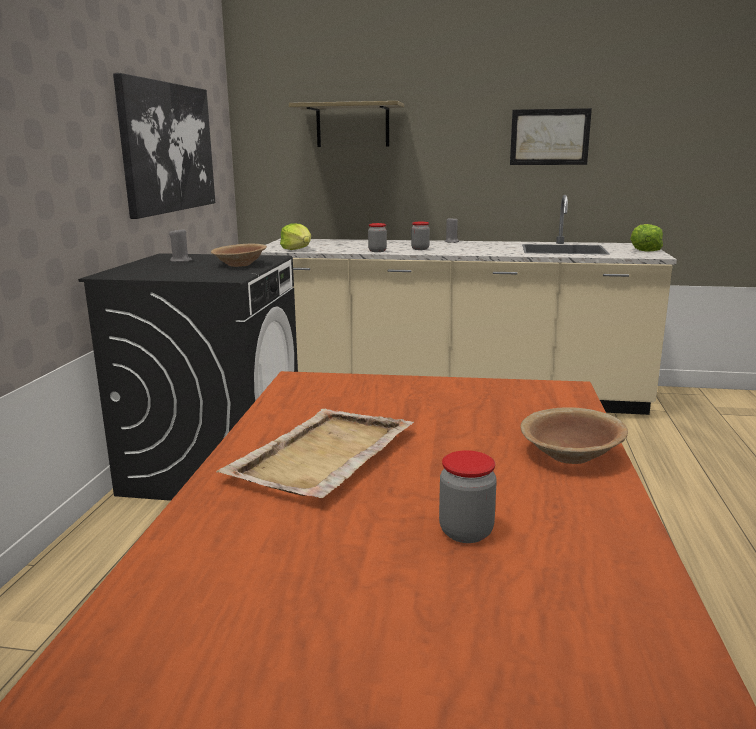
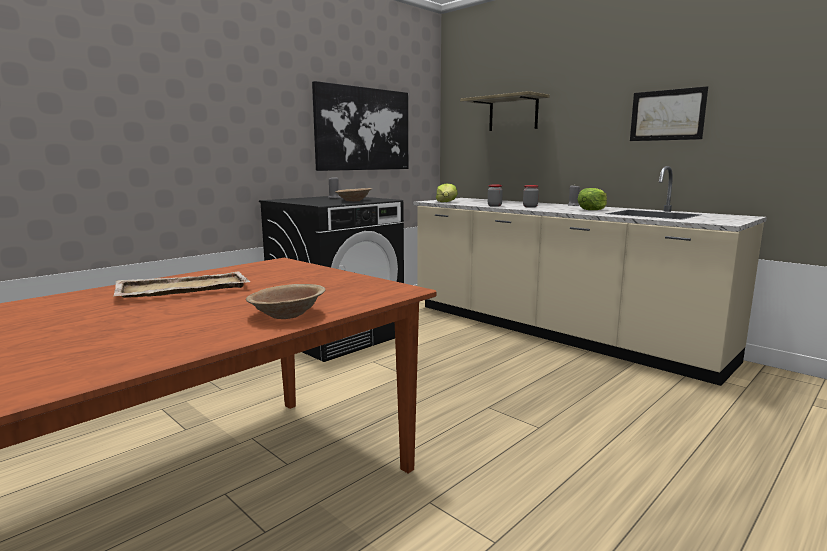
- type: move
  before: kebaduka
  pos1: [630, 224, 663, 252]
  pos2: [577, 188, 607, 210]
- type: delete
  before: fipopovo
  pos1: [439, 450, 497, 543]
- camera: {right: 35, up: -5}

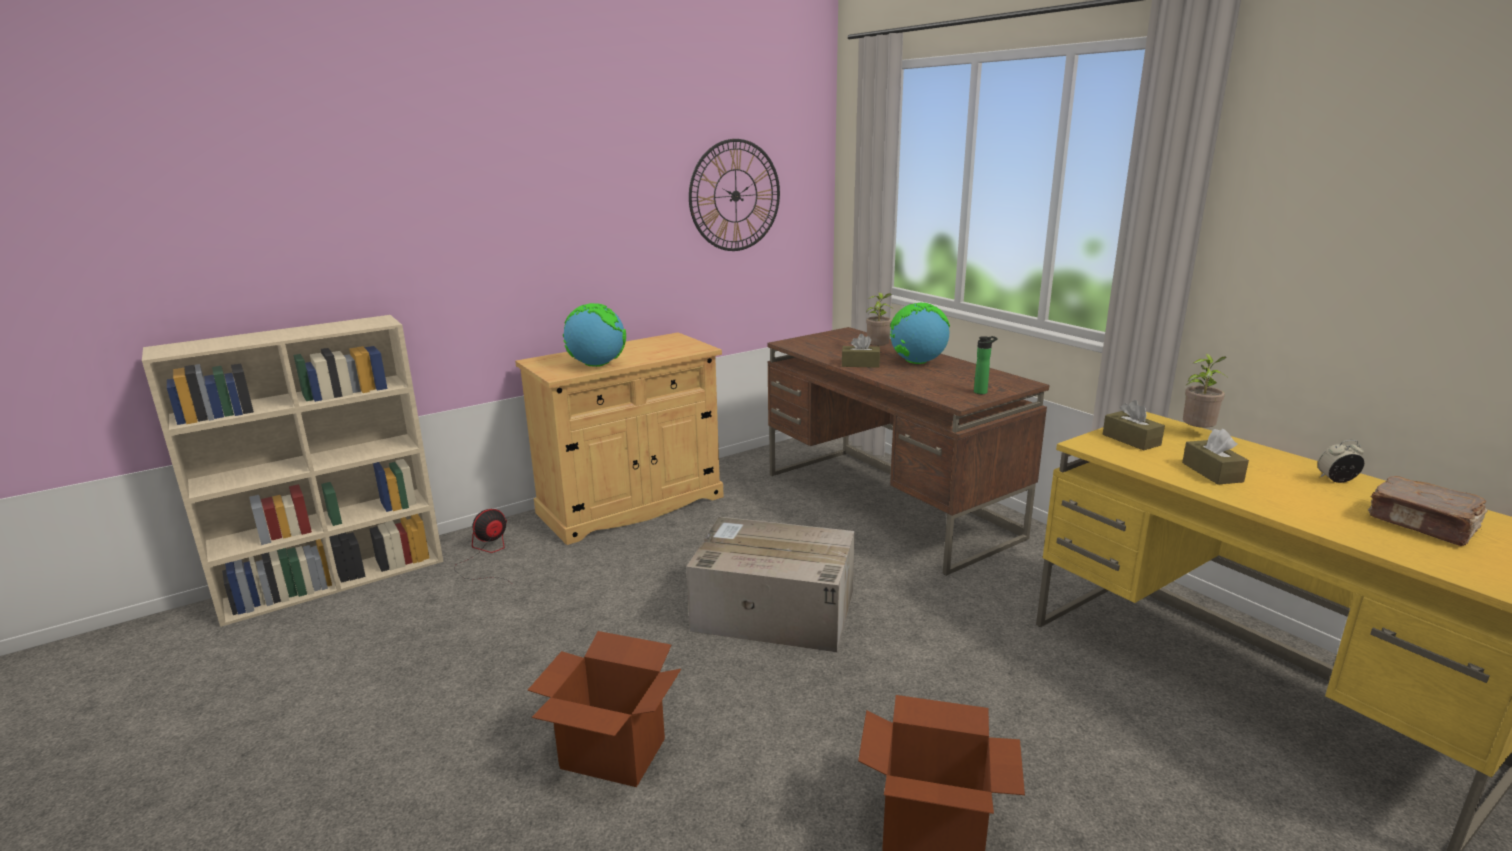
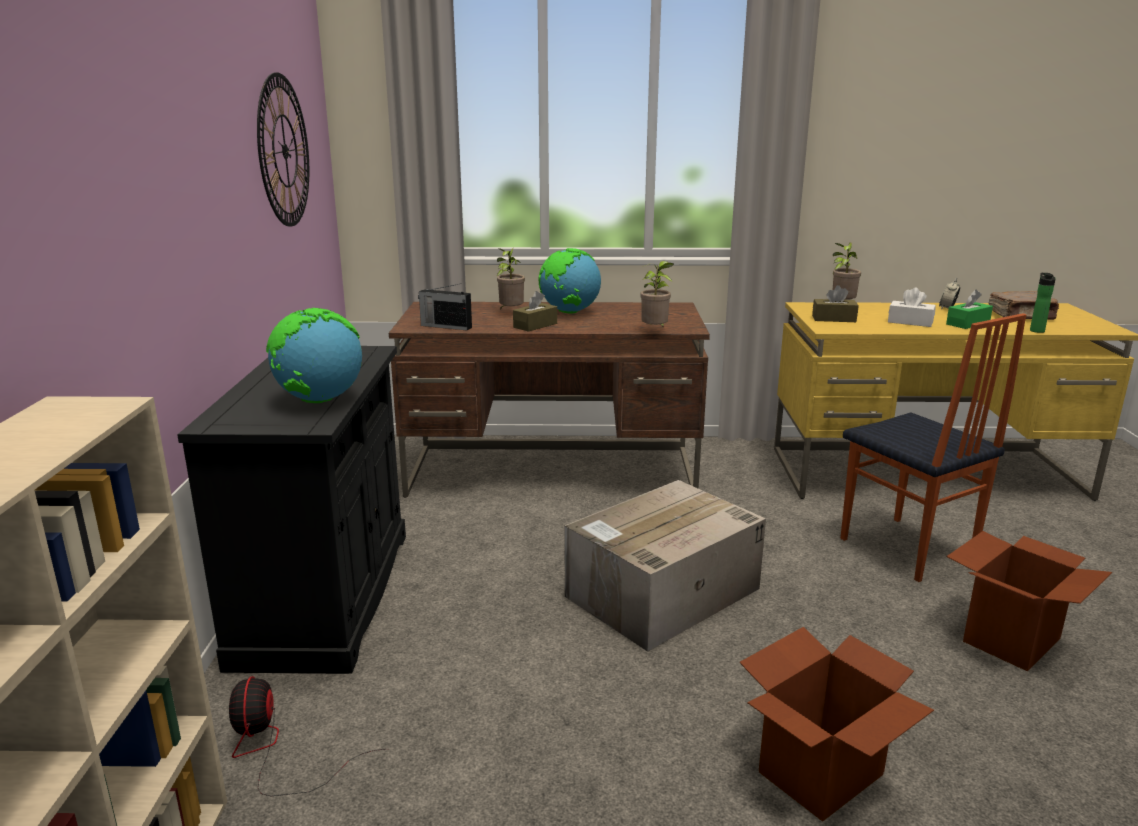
- type: recolor
  before: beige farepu
  after: black farepu
  pos1: [515, 332, 724, 545]
  pos2: [177, 346, 406, 674]
- type: move
  before: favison
  pos1: [974, 336, 998, 394]
  pos2: [1030, 273, 1056, 333]
- type: recolor
  before: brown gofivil
  after: white gofivil
  pos1: [1182, 429, 1249, 485]
  pos2: [888, 287, 936, 327]
- type: insert
  after: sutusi
  pos2: [640, 261, 674, 326]
- type: insert
  after: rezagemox
  pos2: [418, 284, 472, 330]
- type: insert
  after: green gofivil
  pos2: [946, 289, 993, 329]
- type: insert
  after: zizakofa
  pos2: [841, 313, 1026, 582]
- camera: {right: -55, up: 0}

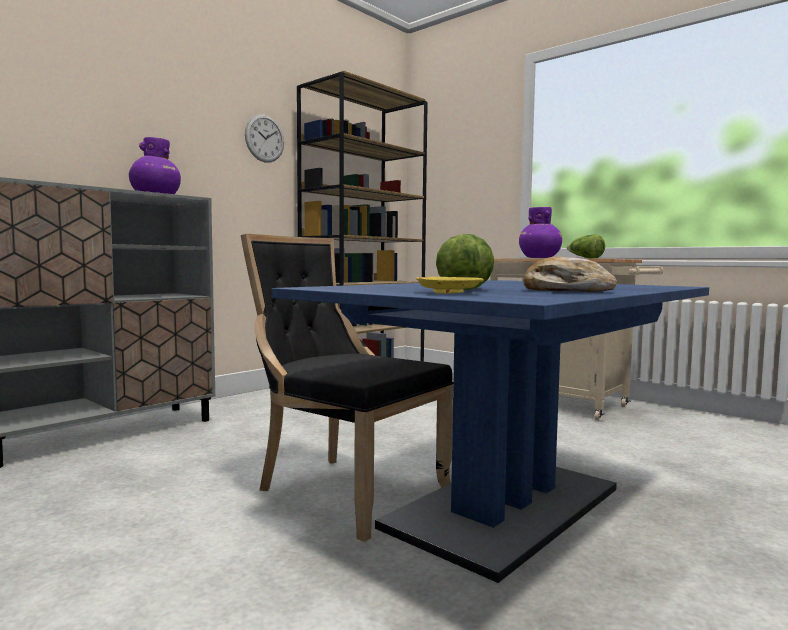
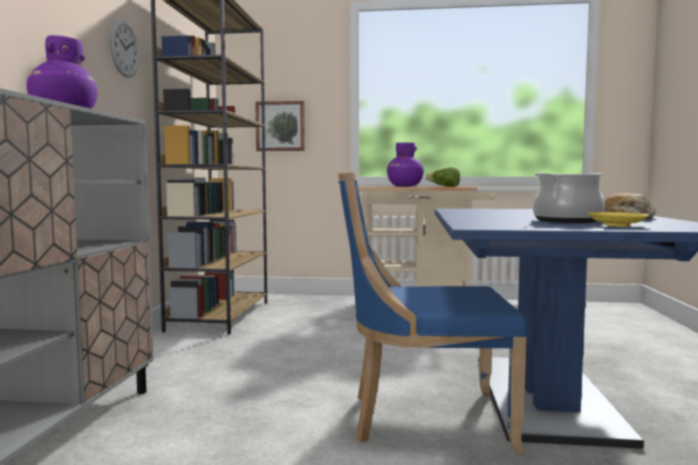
- type: recolor
  before: black zizakofa
  after: blue zizakofa
  pos1: [241, 234, 453, 542]
  pos2: [338, 172, 527, 454]
- type: replace
  before: kebaduka
  after: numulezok
  pos1: [436, 234, 494, 290]
  pos2: [533, 173, 605, 223]
- type: insert
  after: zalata
  pos2: [255, 101, 305, 151]
- camera: {right: -35, up: 0}

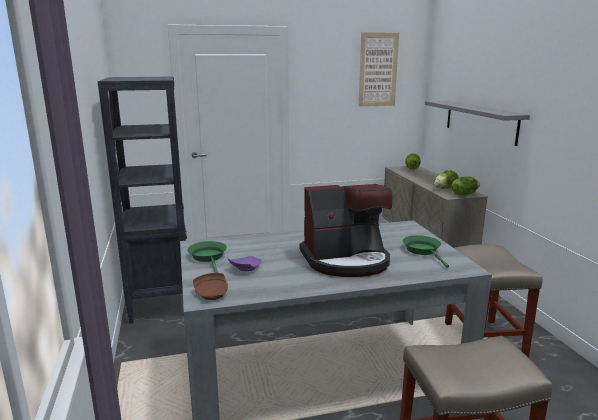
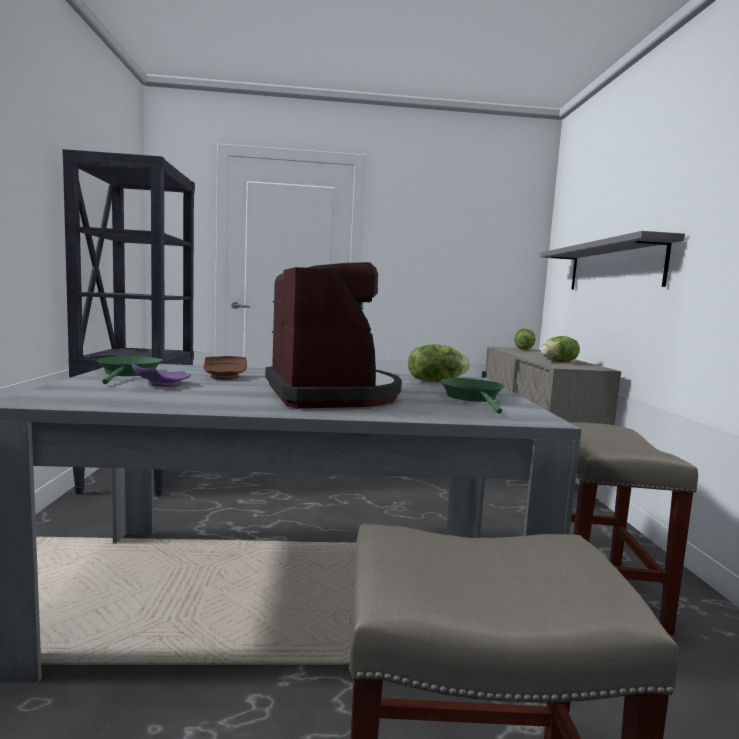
- type: delete
  before: zalata
  pos1: [359, 32, 399, 107]
- type: move
  before: kebaduka
  pos1: [451, 176, 480, 196]
  pos2: [408, 344, 470, 382]
- type: rotate
  before: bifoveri
  pos1: [300, 184, 393, 277]
  pos2: [265, 262, 402, 408]
  turn: -105
- type: move
  before: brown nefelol
  pos1: [193, 273, 228, 300]
  pos2: [203, 356, 247, 380]
- camera: {right: 10, up: -10}

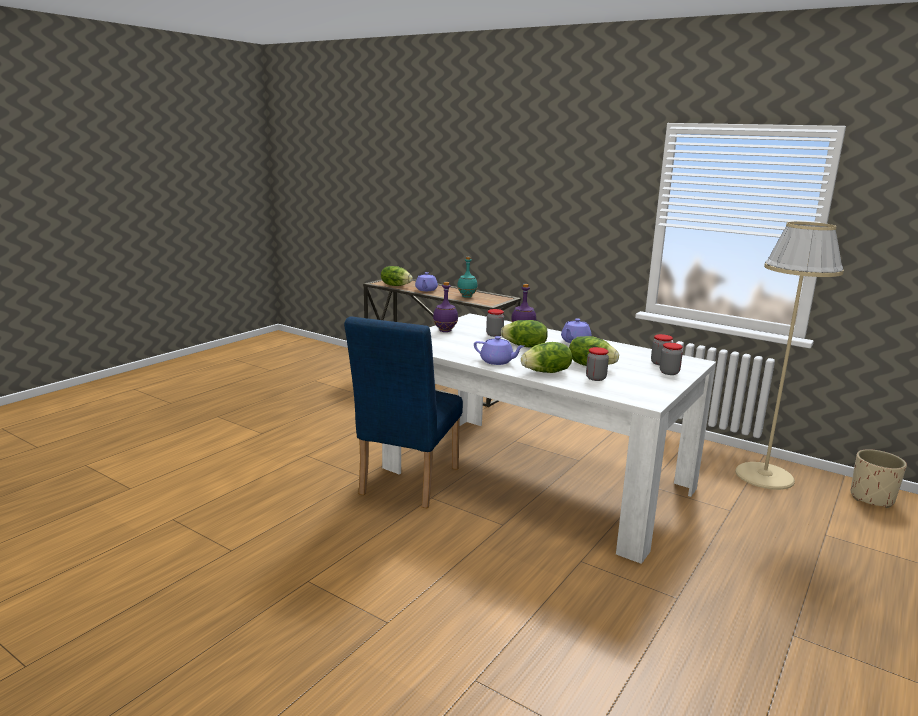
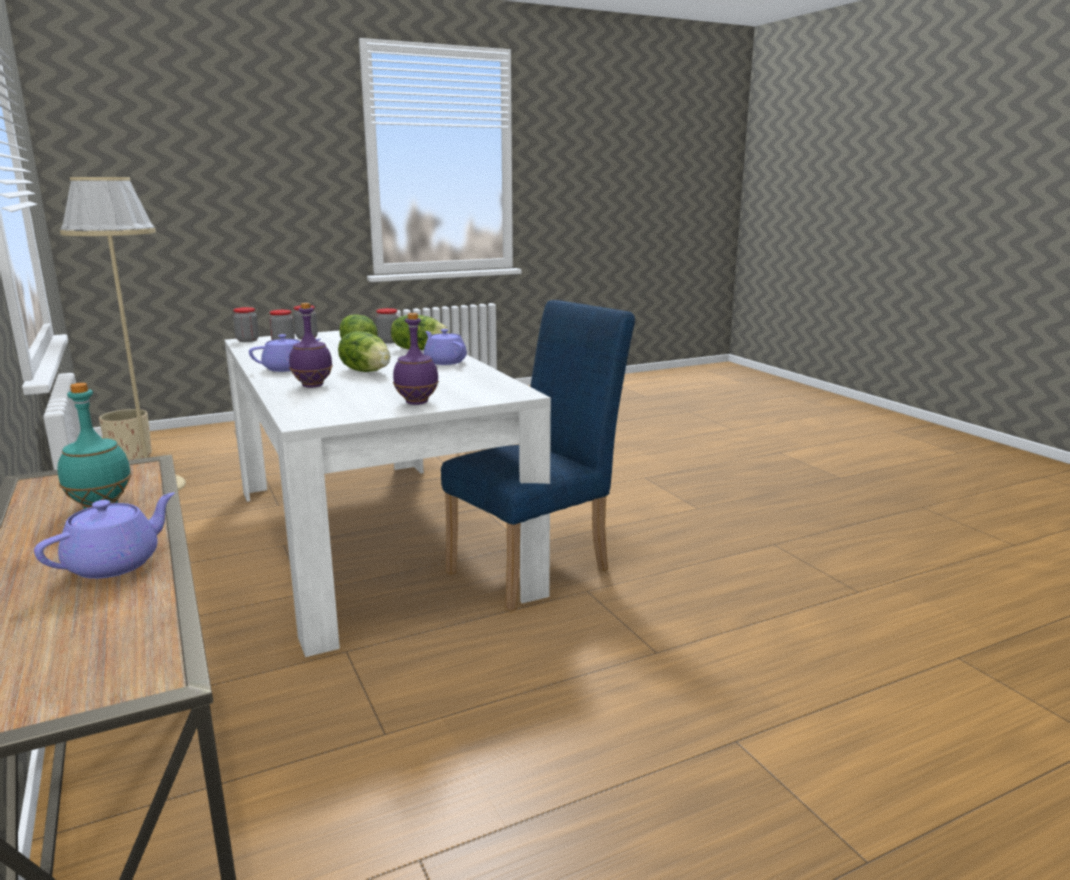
- type: delete
  before: kebaduka
  pos1: [381, 266, 413, 286]
- type: move
  before: fipopovo
  pos1: [486, 309, 504, 337]
  pos2: [233, 307, 259, 342]
- camera: {right: -150, up: 0}

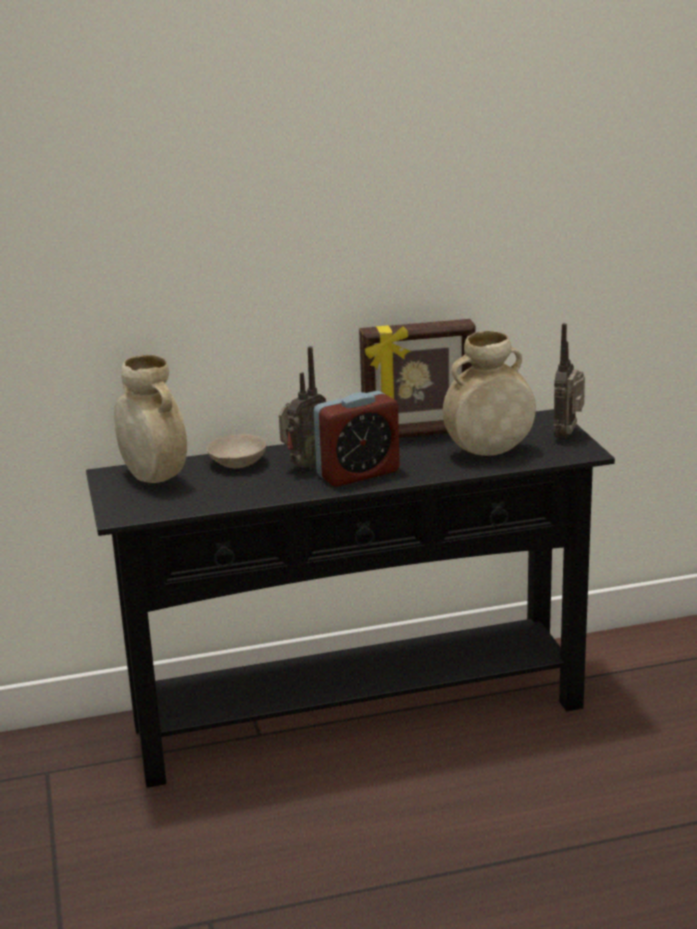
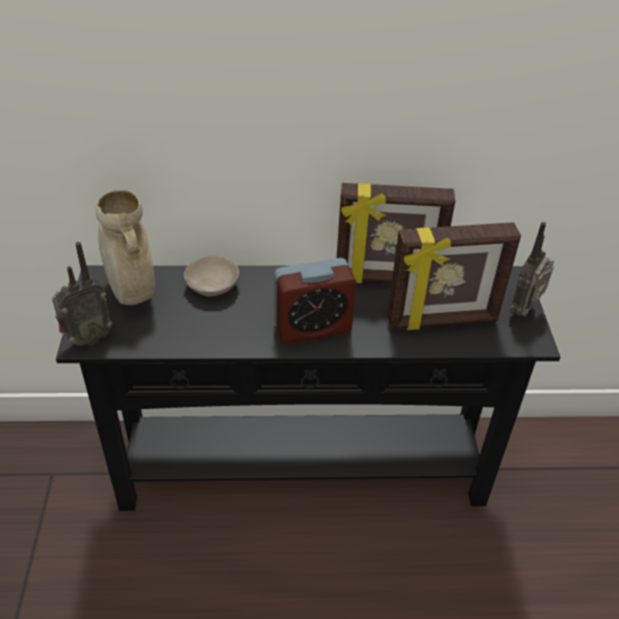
- type: replace
  before: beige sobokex
  after: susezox
  pos1: [443, 331, 536, 456]
  pos2: [387, 222, 521, 330]
- type: move
  before: rezagemox
  pos1: [279, 346, 326, 469]
  pos2: [52, 242, 112, 346]
- camera: {right: 10, up: 20}

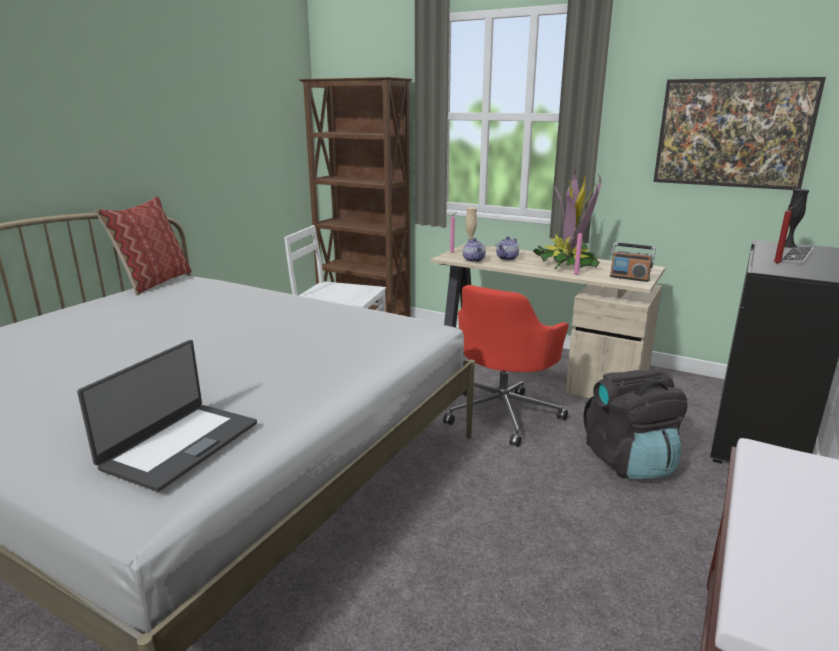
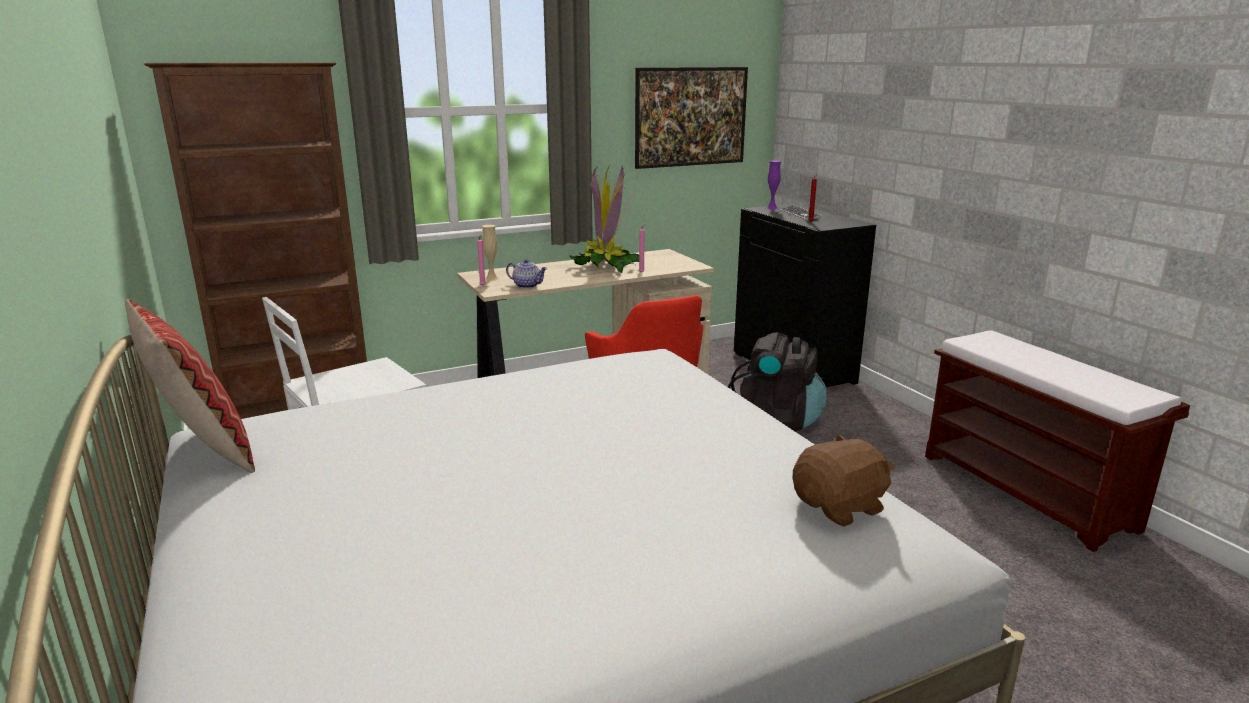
- type: recolor
  before: black sobokex
  after: purple sobokex
  pos1: [784, 189, 810, 248]
  pos2: [766, 161, 781, 210]
- type: delete
  before: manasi
  pos1: [496, 237, 519, 261]
- type: delete
  before: rezagemox
  pos1: [610, 243, 656, 282]
- type: replace
  before: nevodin
  after: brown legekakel
  pos1: [77, 340, 257, 492]
  pos2: [793, 434, 896, 527]
- camera: {right: -55, up: 0}

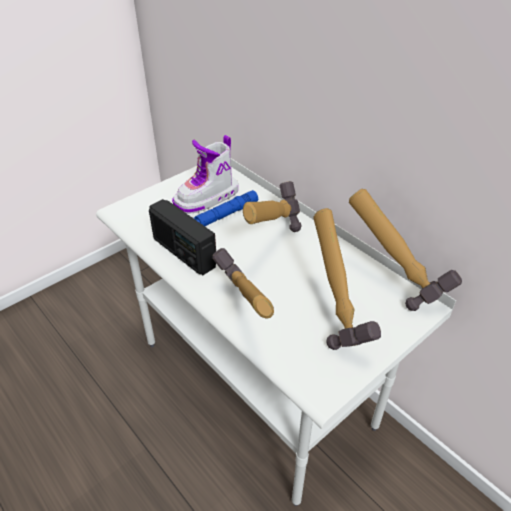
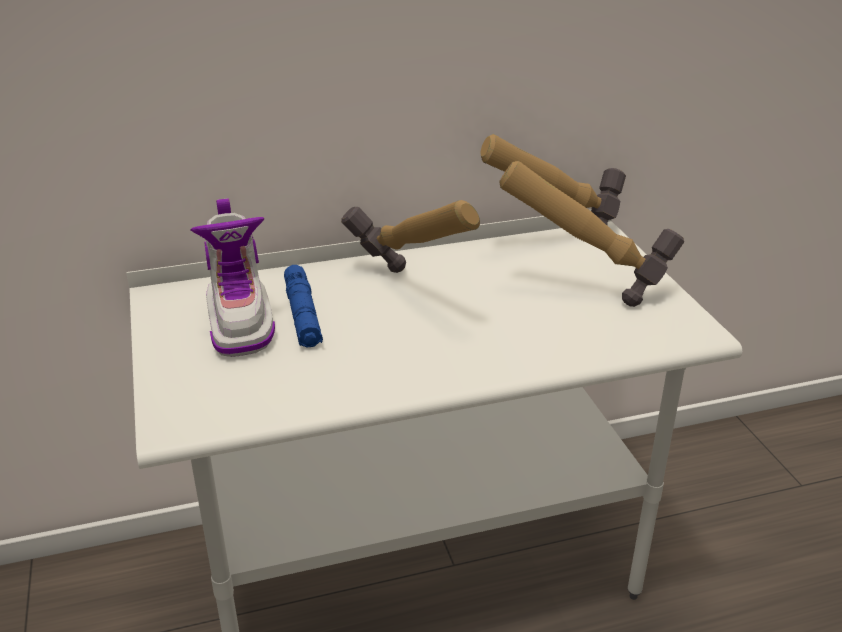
- type: delete
  before: rezagemox
  pos1: [149, 199, 216, 275]
- type: delete
  before: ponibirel
  pos1: [212, 248, 274, 318]
- camera: {right: -65, up: -10}

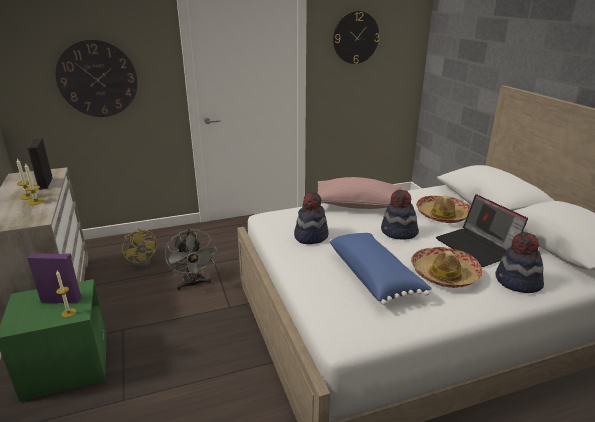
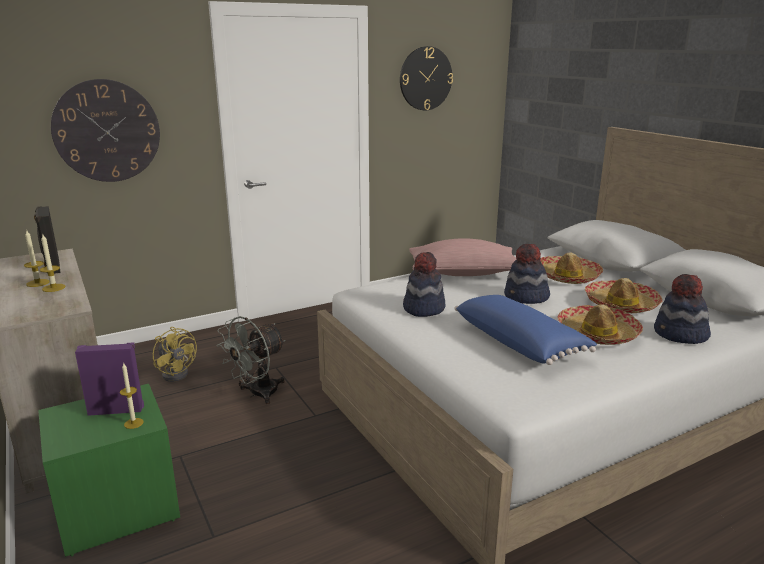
- type: replace
  before: nevodin
  after: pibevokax
  pos1: [436, 194, 528, 267]
  pos2: [585, 278, 663, 313]
- type: rotate
  before: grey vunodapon
  pos1: [165, 229, 217, 290]
  pos2: [217, 316, 286, 404]
  turn: 75
- camera: {right: -10, up: -5}

